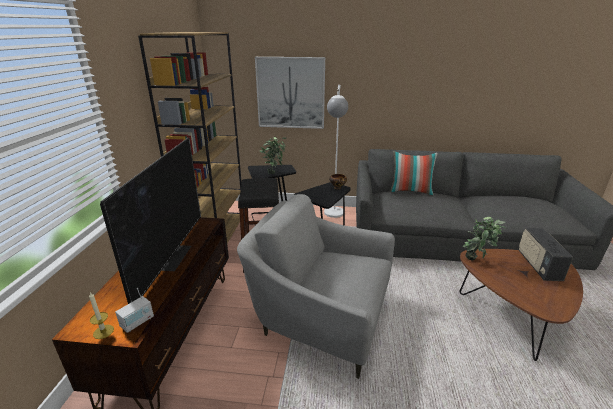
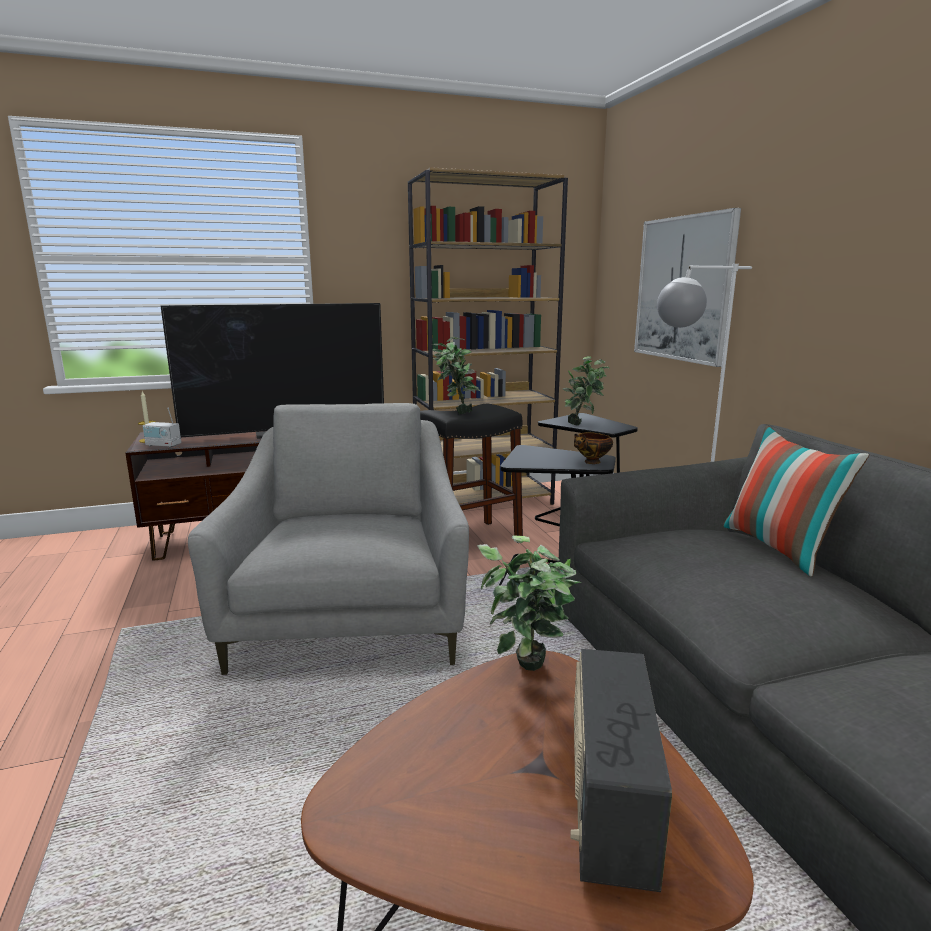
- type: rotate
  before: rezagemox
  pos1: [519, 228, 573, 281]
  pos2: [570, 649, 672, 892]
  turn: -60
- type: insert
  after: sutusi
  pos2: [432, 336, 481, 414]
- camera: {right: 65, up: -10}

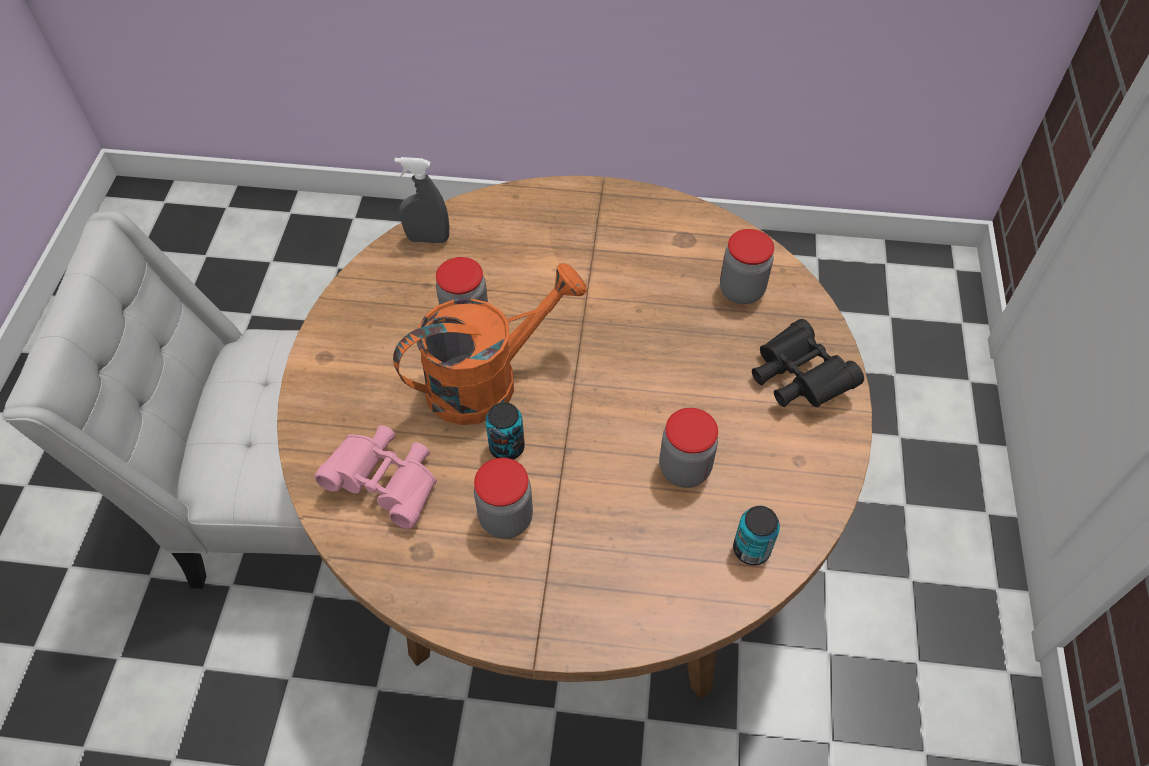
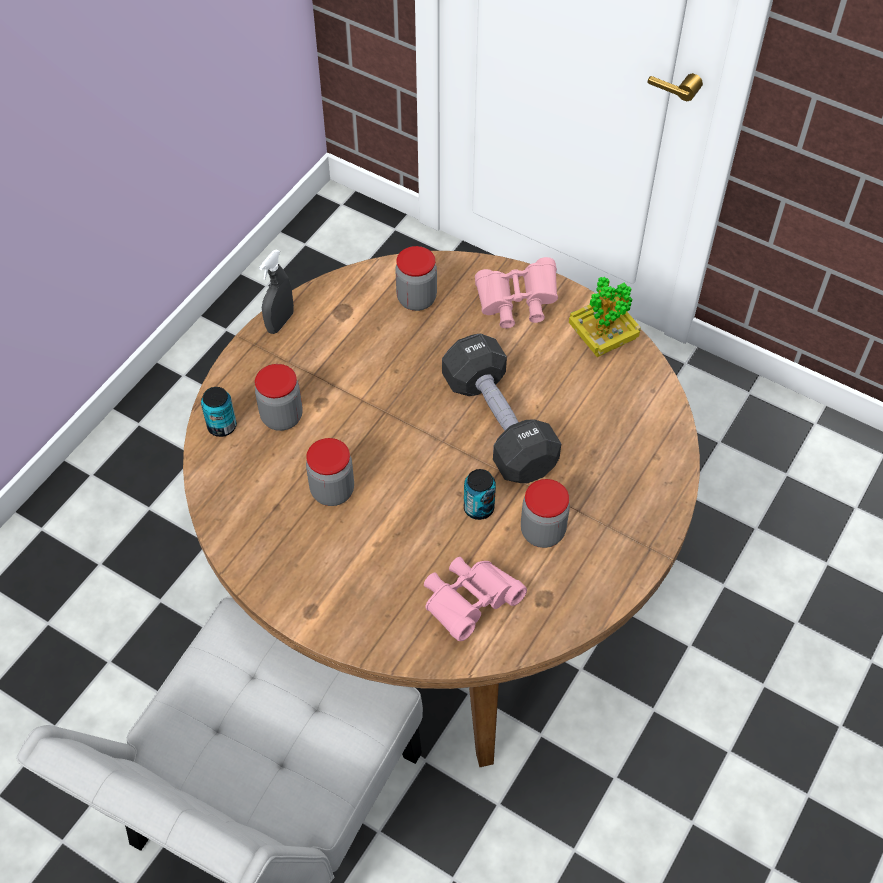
- type: move
  before: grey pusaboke
  pos1: [395, 157, 449, 243]
  pos2: [259, 250, 294, 334]
- type: delete
  before: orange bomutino
  pos1: [393, 263, 587, 425]
- type: recolor
  before: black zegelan
  after: pink zegelan
  pos1: [752, 319, 864, 407]
  pos2: [475, 257, 558, 328]
- type: move
  before: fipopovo
  pos1: [659, 408, 718, 488]
  pos2: [255, 364, 303, 431]
- type: move
  before: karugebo
  pos1: [733, 506, 780, 565]
  pos2: [201, 387, 237, 437]
- type: insert
  after: sutusi
  pos2: [569, 277, 641, 357]
- type: insert
  after: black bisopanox
  pos2: [442, 333, 561, 483]
- camera: {right: -65, up: 0}

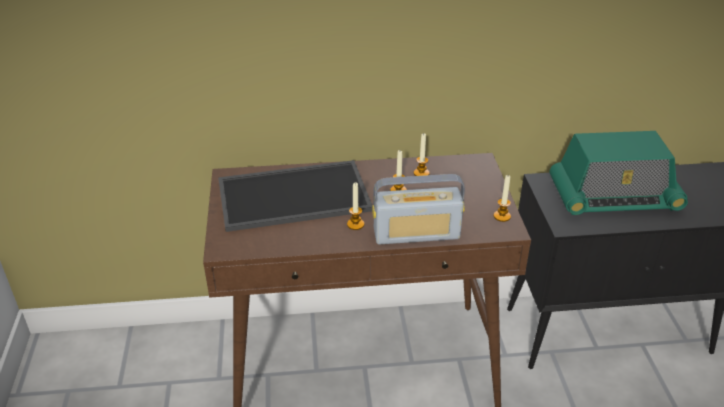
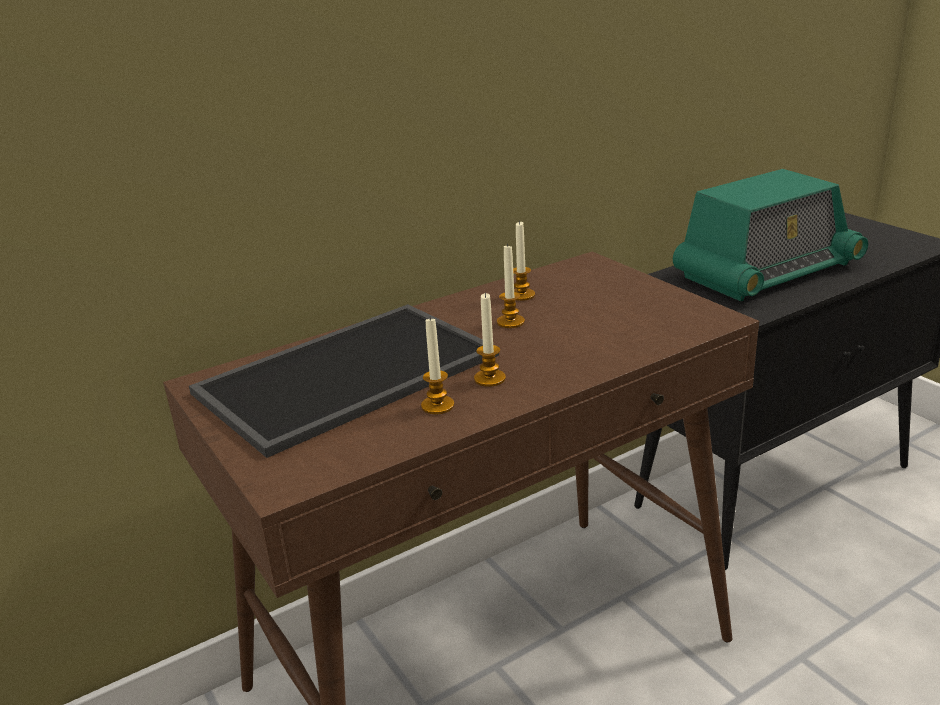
- type: delete
  before: rezagemox
  pos1: [372, 174, 465, 244]
- type: move
  before: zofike
  pos1: [494, 175, 511, 222]
  pos2: [421, 318, 454, 414]
- camera: {right: -25, up: -10}

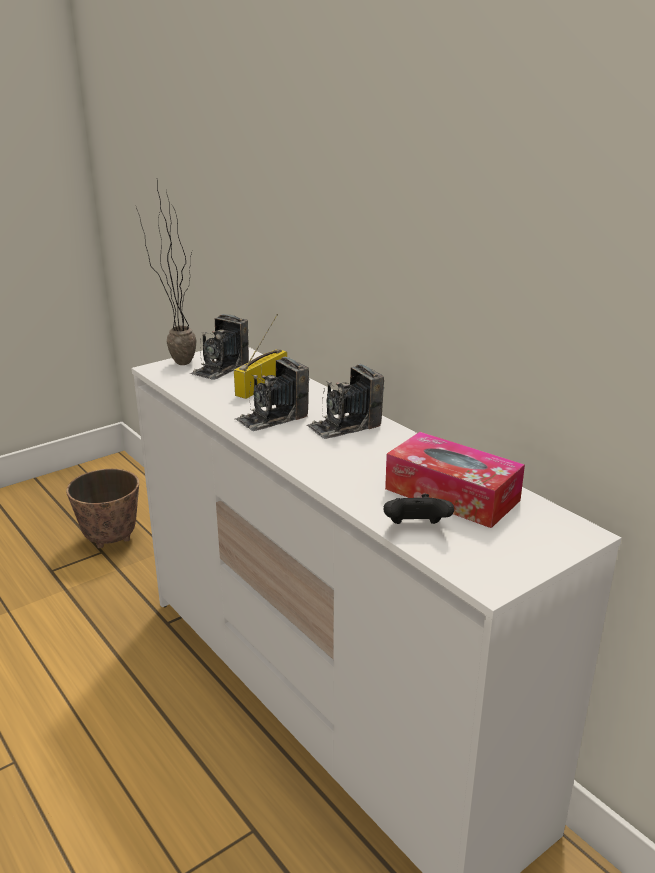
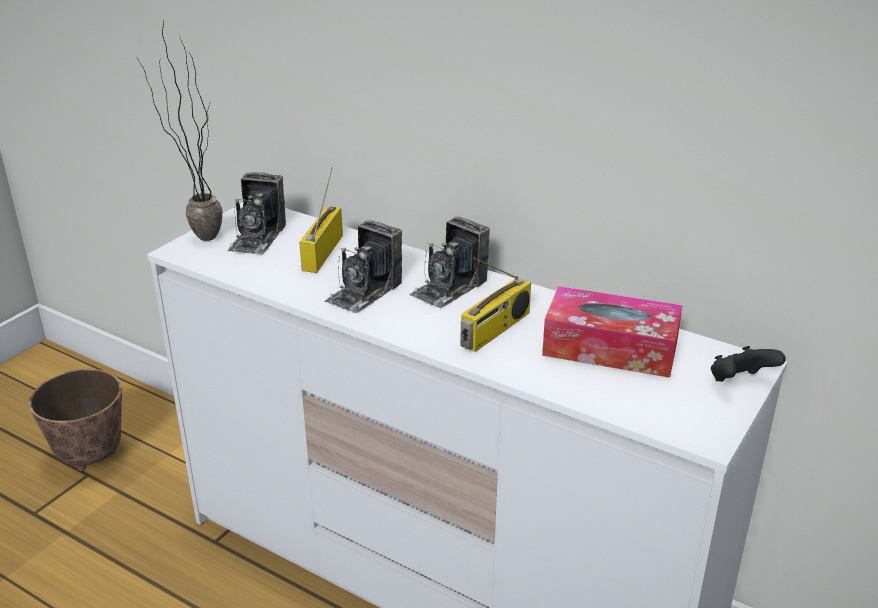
- type: move
  before: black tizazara
  pos1: [384, 494, 454, 524]
  pos2: [711, 346, 786, 382]
- type: insert
  after: rezagemox
  pos2: [460, 257, 531, 352]
- camera: {right: -20, up: 5}

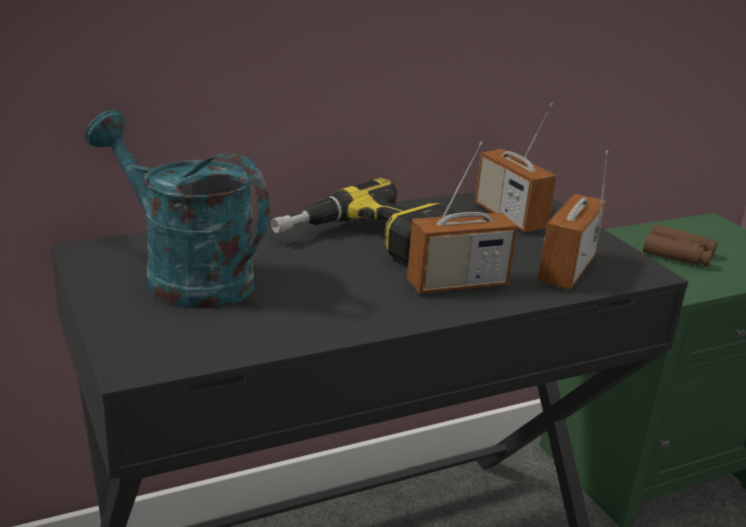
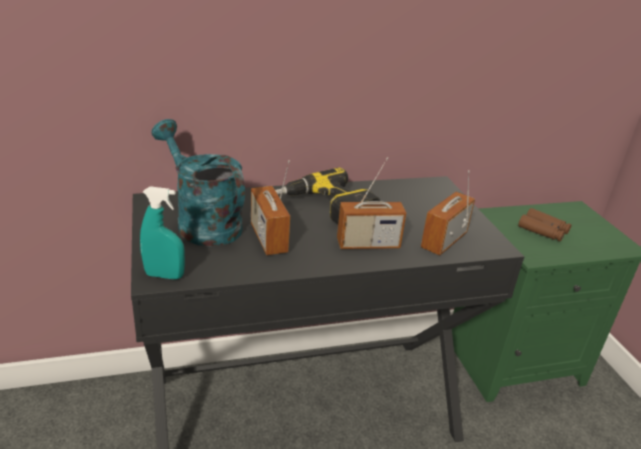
- type: move
  before: rezagemox
  pos1: [475, 103, 557, 232]
  pos2: [251, 160, 290, 255]
- type: insert
  after: turquoise pusaboke
  pos2: [140, 186, 185, 280]
- camera: {right: 10, up: 5}

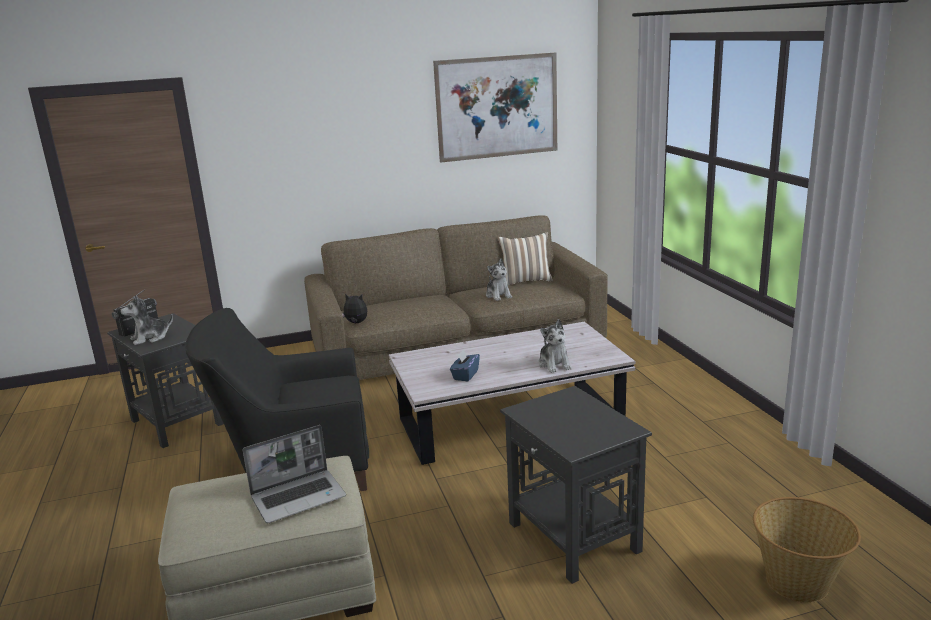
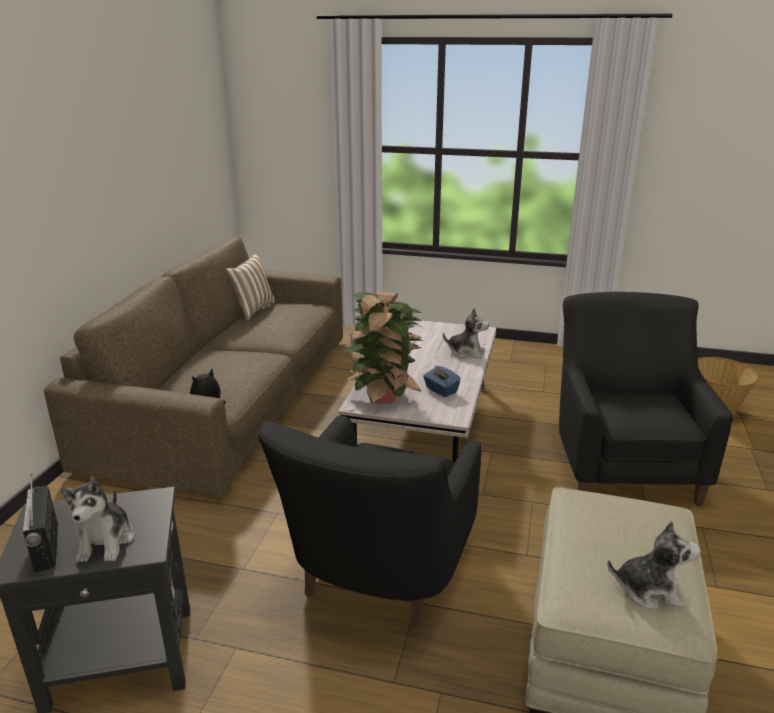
- type: delete
  before: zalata
  pos1: [433, 53, 557, 163]
- type: move
  before: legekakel
  pos1: [486, 259, 512, 301]
  pos2: [608, 521, 701, 610]
- type: replace
  before: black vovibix
  after: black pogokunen
  pos1: [500, 386, 652, 584]
  pos2: [559, 292, 733, 506]
- type: delete
  before: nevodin
  pos1: [243, 425, 346, 523]
- type: insert
  after: sutusi
  pos2: [344, 291, 423, 404]
- camera: {right: -60, up: 5}

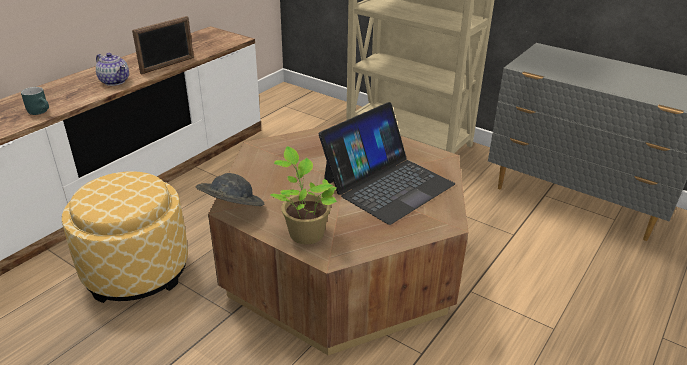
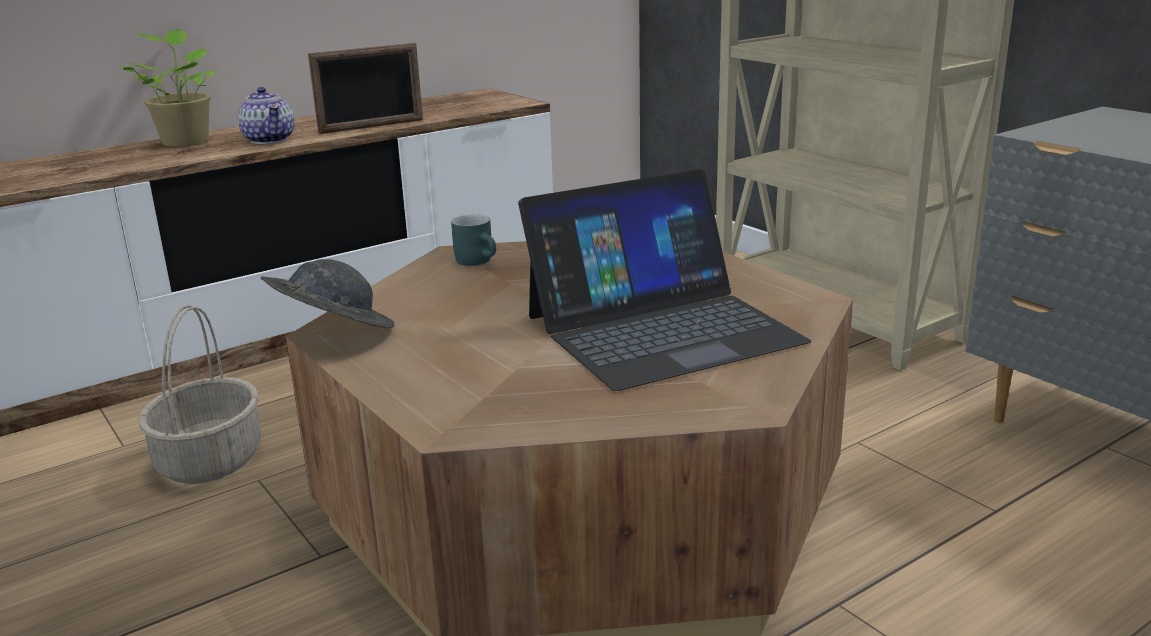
- type: move
  before: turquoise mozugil
  pos1: [21, 87, 49, 115]
  pos2: [451, 214, 496, 266]
- type: move
  before: sutusi
  pos1: [270, 146, 337, 244]
  pos2: [121, 29, 214, 147]
- type: replace
  before: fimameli
  after: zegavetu
  pos1: [62, 171, 188, 303]
  pos2: [139, 305, 261, 484]
- camera: {right: 20, up: -10}

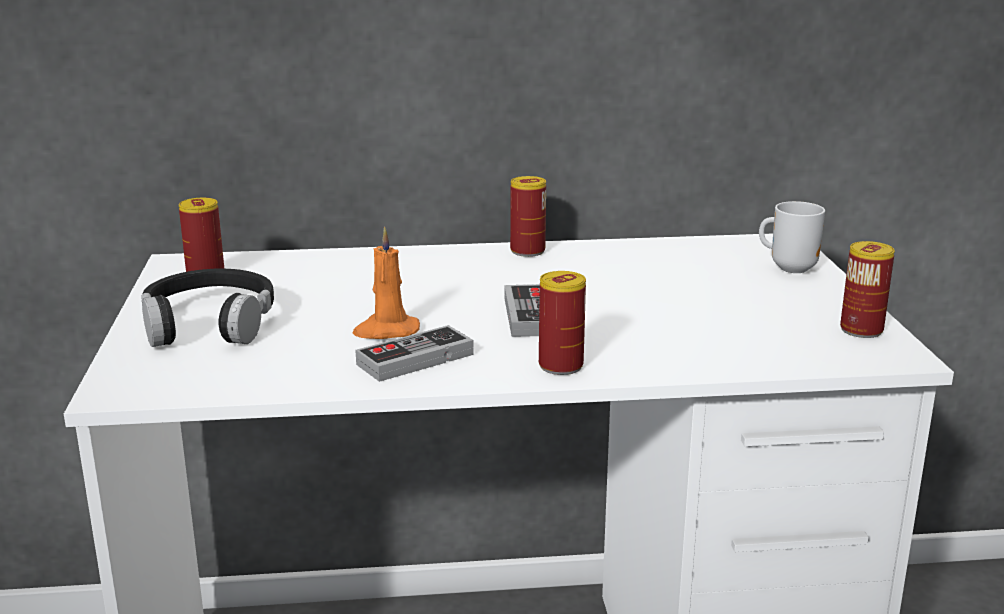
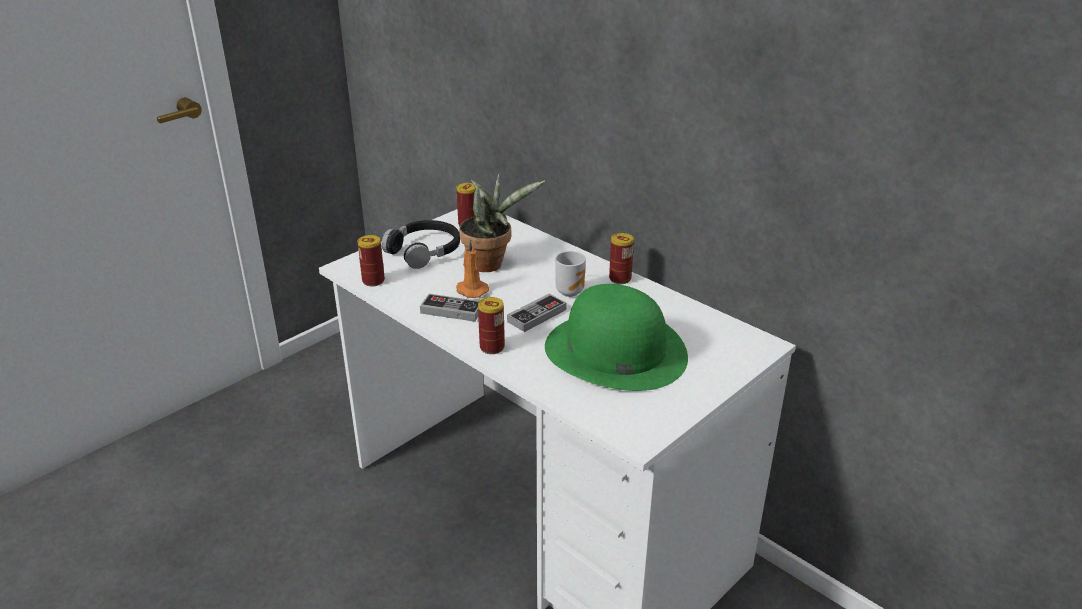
- type: move
  before: mozugil
  pos1: [759, 201, 825, 273]
  pos2: [555, 251, 586, 297]
- type: move
  before: karugebo
  pos1: [840, 241, 895, 338]
  pos2: [357, 235, 385, 286]
- type: insert
  after: sutusi
  pos2: [459, 173, 545, 272]
- type: insert
  after: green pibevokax
  pos2: [545, 284, 688, 391]
- camera: {right: 50, up: 10}

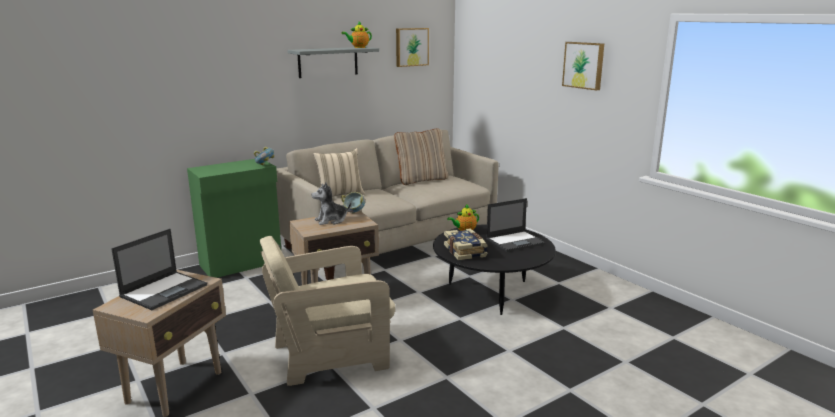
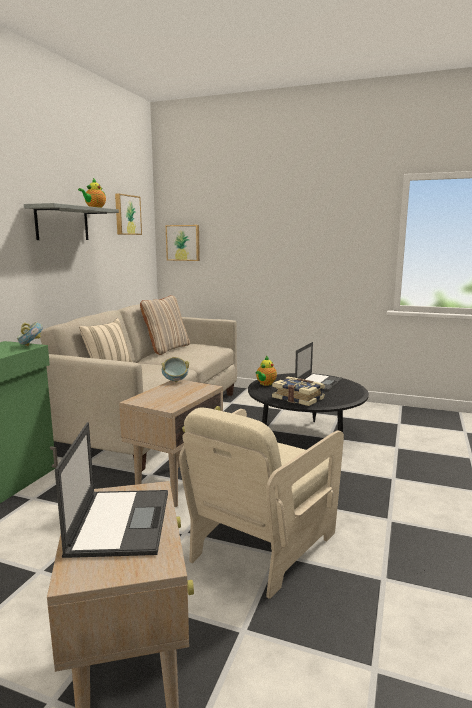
- type: move
  before: zalata
  pos1: [562, 42, 604, 90]
  pos2: [166, 225, 200, 261]
- type: delete
  before: legekakel
  pos1: [311, 182, 351, 225]
- camera: {right: -35, up: -5}

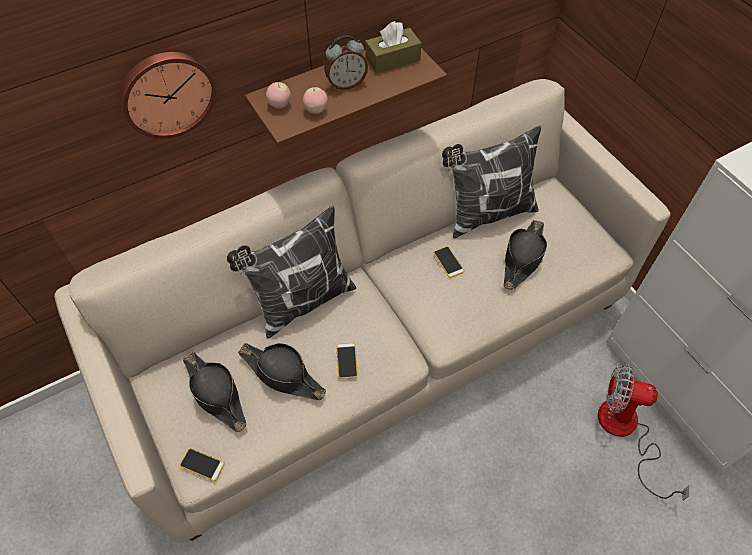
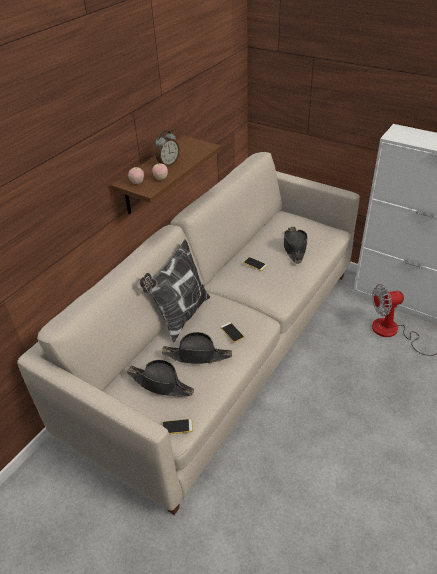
- type: delete
  before: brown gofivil
  pos1: [365, 21, 422, 74]
- type: delete
  before: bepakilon
  pos1: [119, 52, 216, 139]
- type: delete
  before: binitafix
  pos1: [442, 126, 541, 238]
- camera: {right: -25, up: -15}

